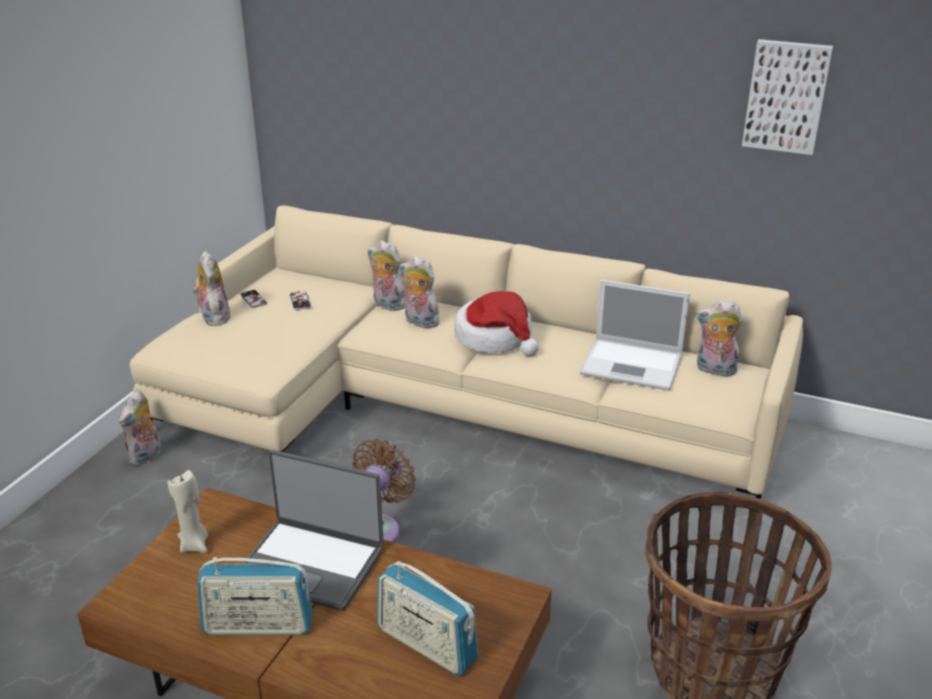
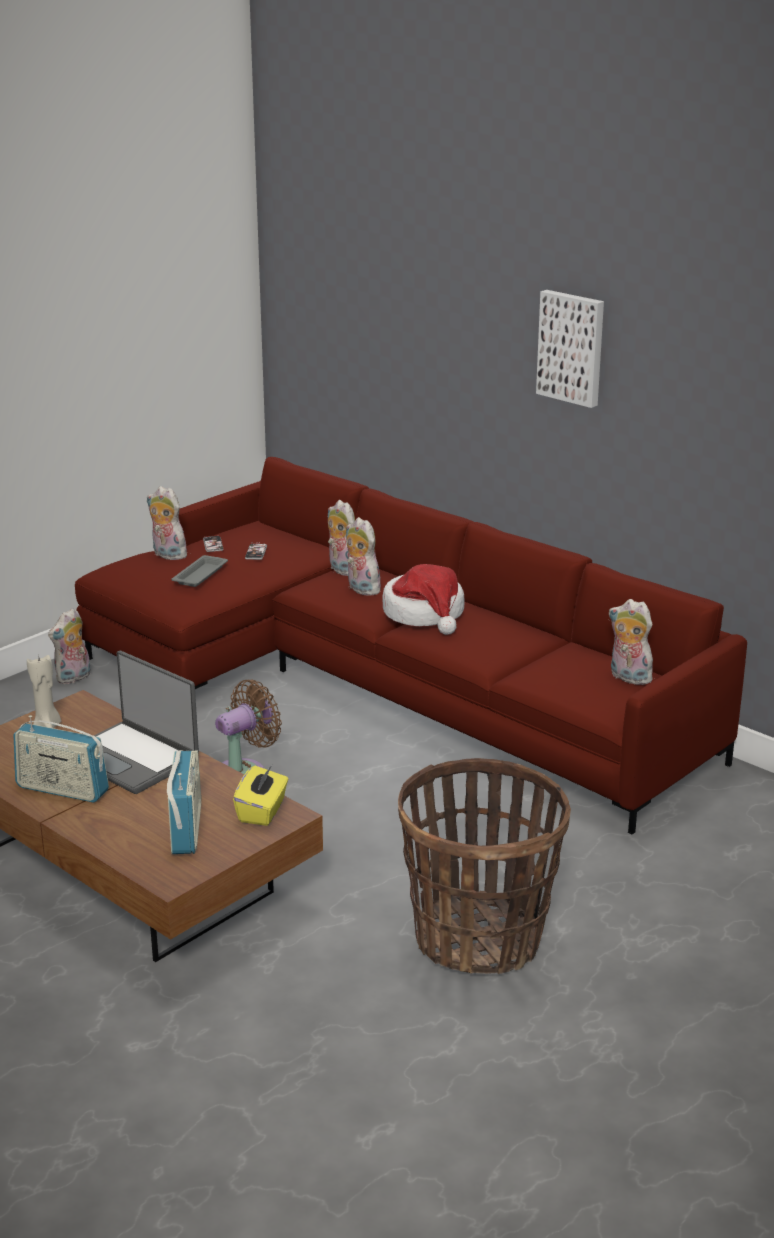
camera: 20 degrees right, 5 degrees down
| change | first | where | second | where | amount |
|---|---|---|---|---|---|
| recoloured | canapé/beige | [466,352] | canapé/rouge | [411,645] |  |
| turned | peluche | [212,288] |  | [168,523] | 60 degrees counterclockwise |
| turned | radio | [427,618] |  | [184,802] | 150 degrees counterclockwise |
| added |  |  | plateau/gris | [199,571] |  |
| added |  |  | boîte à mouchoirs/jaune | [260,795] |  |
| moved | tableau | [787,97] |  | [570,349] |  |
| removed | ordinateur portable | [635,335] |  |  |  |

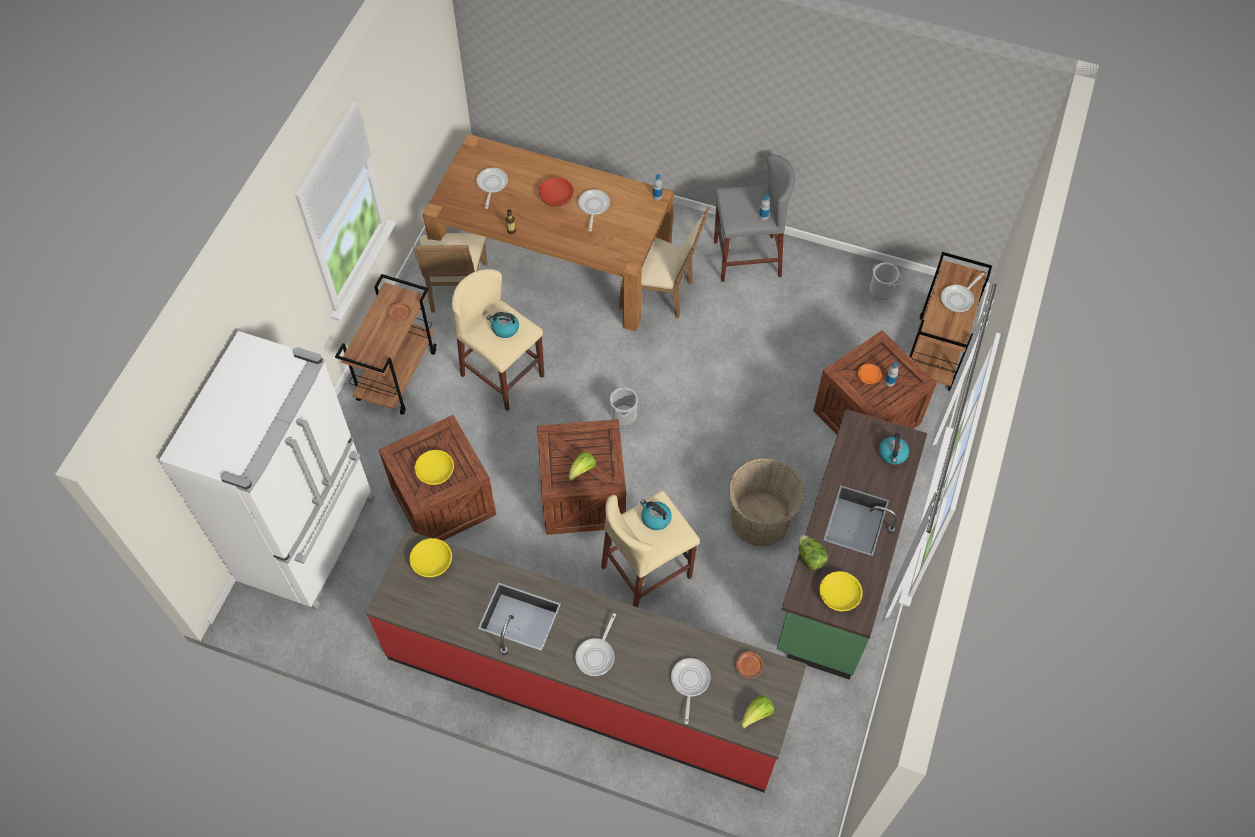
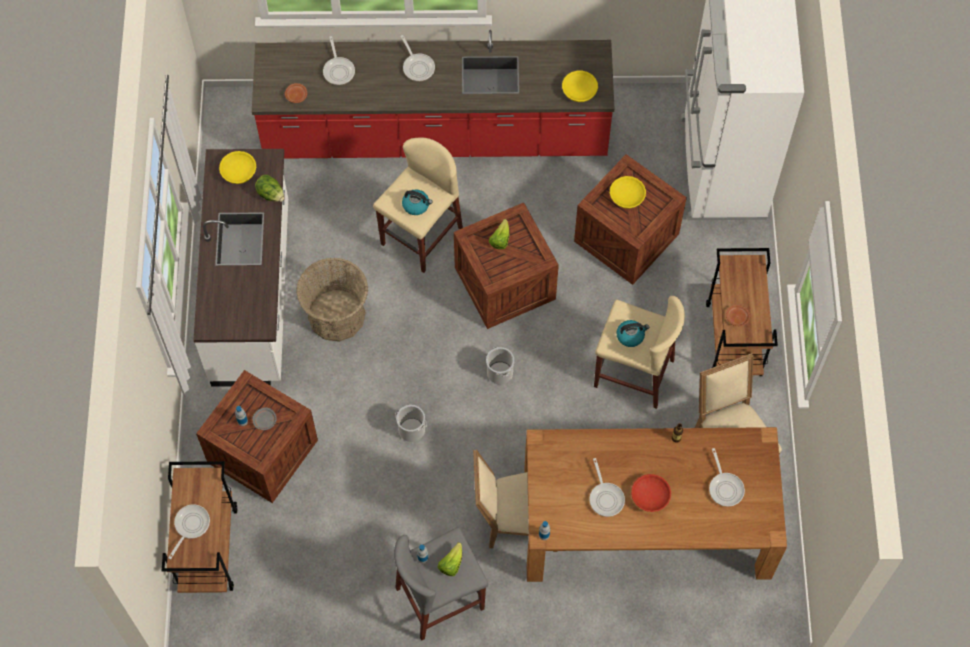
camera: 160 degrees right, 5 degrees up
| change | first | where | second | where | amount |
|---|---|---|---|---|---|
| recoloured | comptoir de cuisine/vert | [852,544] | comptoir de cuisine/blanc | [240,268] |  |
| recoloured | assiette/orange | [869,374] | assiette/gris | [264,418] |  |
| moved | seau | [885,281] |  | [411,423] |  |
| turned | poêle | [595,644] |  | [418,58] | 150 degrees clockwise |
| moved | laitue | [757,712] |  | [450,559] |  |
| removed | bouilloire | [894,449] |  |  |  |

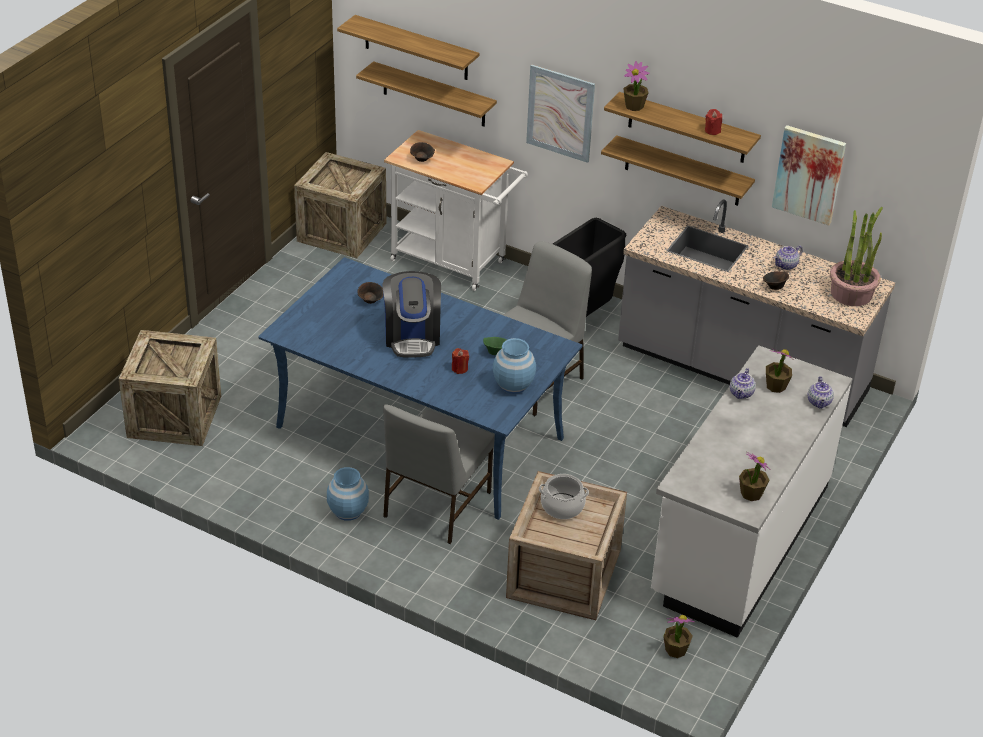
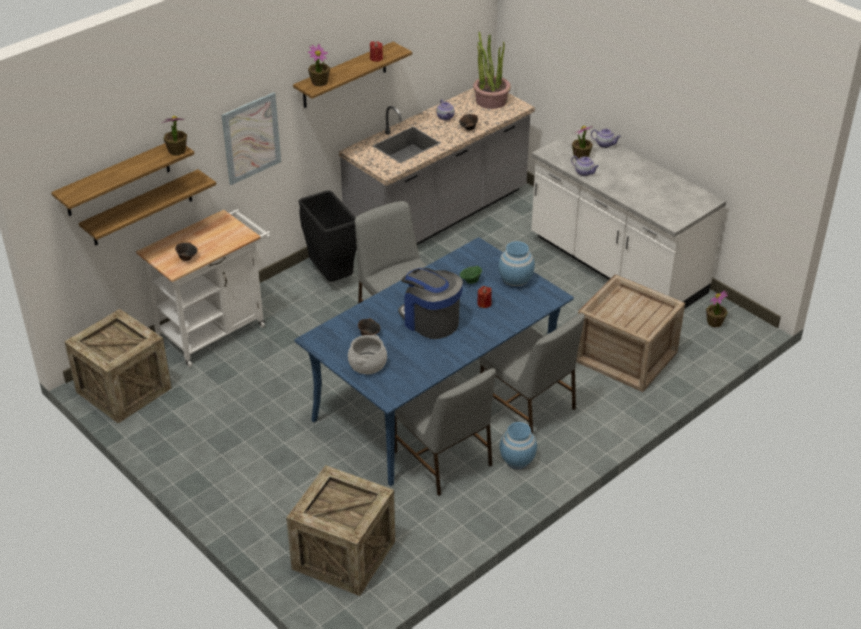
camera: 70 degrees left, 0 degrees up
| change | first | where | second | where | amount |
|---|---|---|---|---|---|
| moved | plante en pot | [755,476] |  | [175,136] |  |
| moved | marmite | [564,496] |  | [367,354] |  |
| added |  |  | chaise/gris | [445,432] |  |
| turned | machine à café | [411,314] |  | [430,303] | 150 degrees counterclockwise |
| removed | étagère | [678,170] |  |  |  |
| removed | tableau | [809,175] |  |  |  |

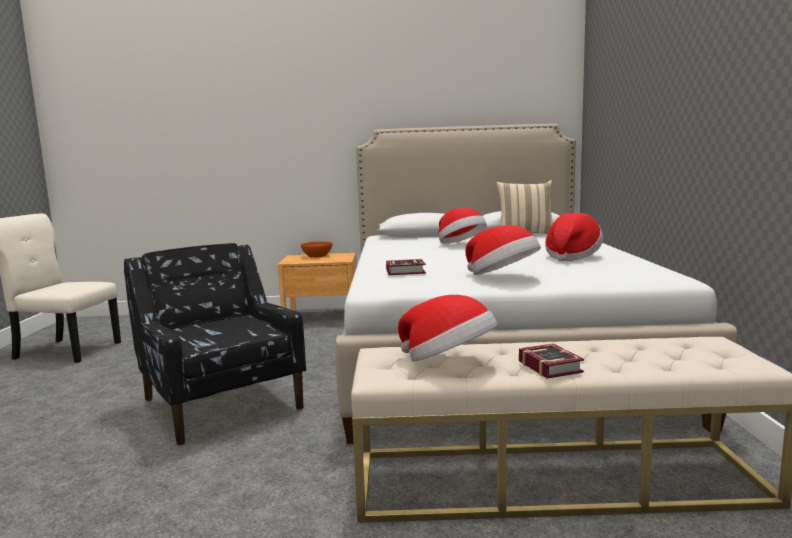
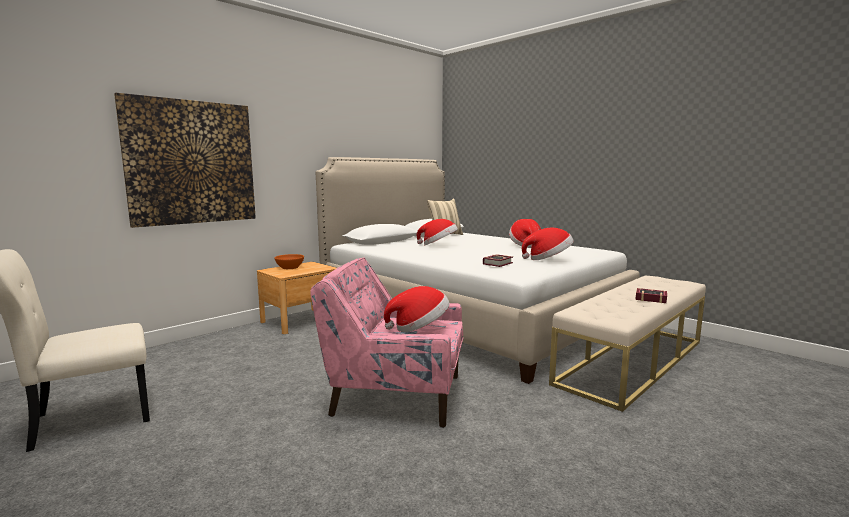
camera: 45 degrees left, 0 degrees up
| change | first | where | second | where | amount |
|---|---|---|---|---|---|
| added |  |  | tableau | [185,160] |  |
| recoloured | fauteuil/noir | [215,344] | fauteuil/rose | [386,342] |  |
| moved | chapeau | [447,328] |  | [417,309] |  |

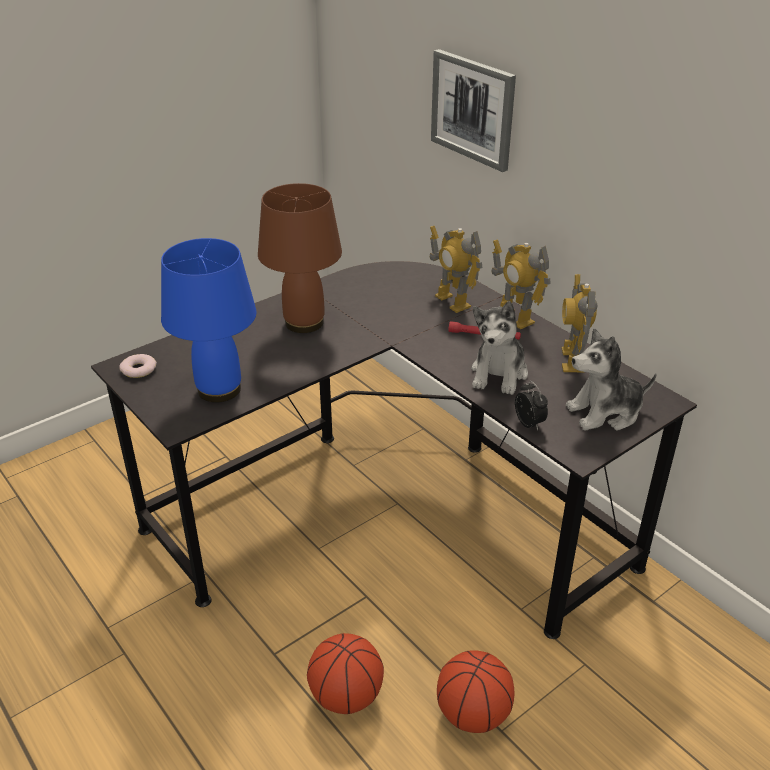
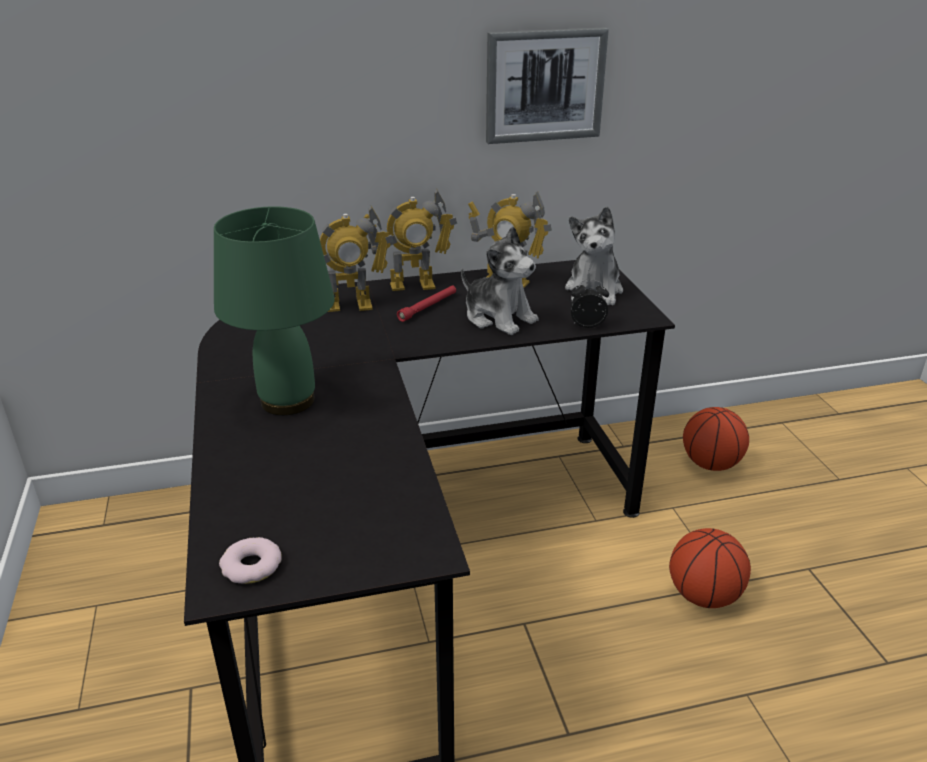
camera: 65 degrees left, 5 degrees down
| change | first | where | second | where | amount |
|---|---|---|---|---|---|
| recoloured | lampe de table/marron | [300,258] | lampe de table/vert | [274,310] |  |
| moved | tableau | [473,110] |  | [547,85] |  |
| moved | ballon de basket | [345,673] |  | [716,439] |  |
| removed | lampe de table/bleu | [209,320] |  |  |  |

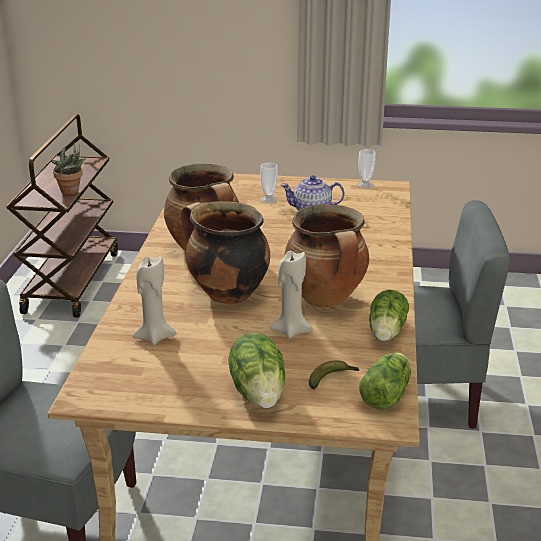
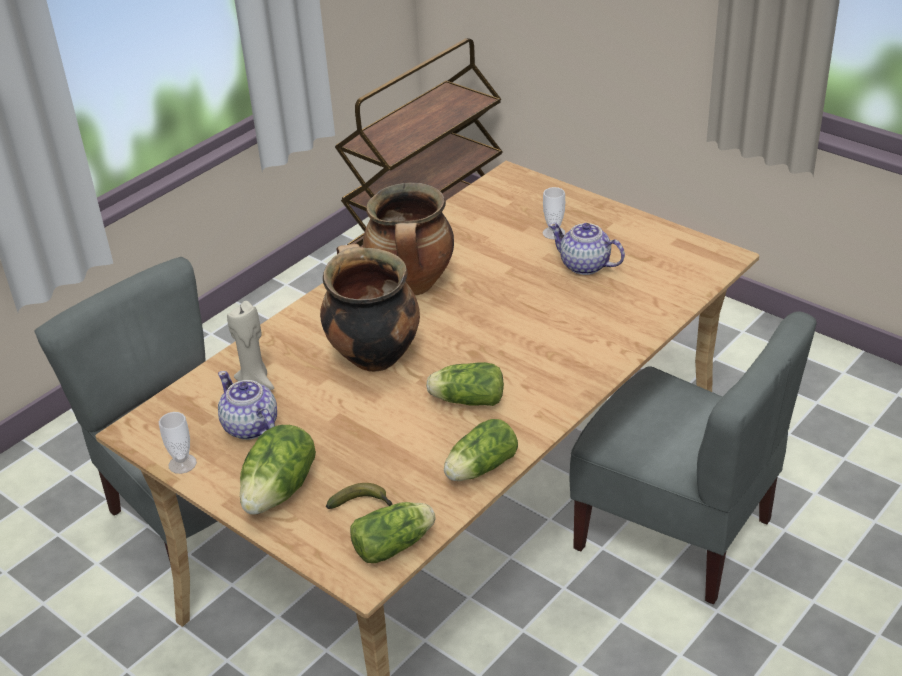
camera: 35 degrees right, 10 degrees up
| change | first | where | second | where | amount |
|---|---|---|---|---|---|
| moved | tasse | [366,169] |  | [178,443] |  |
| added |  |  | théière | [247,405] |  |
| replaced | marmite | [326,256] | laitue | [465,384] |  |
| removed | plante en pot | [69,168] |  |  |  |
| removed | bougie/beige | [291,295] |  |  |  |

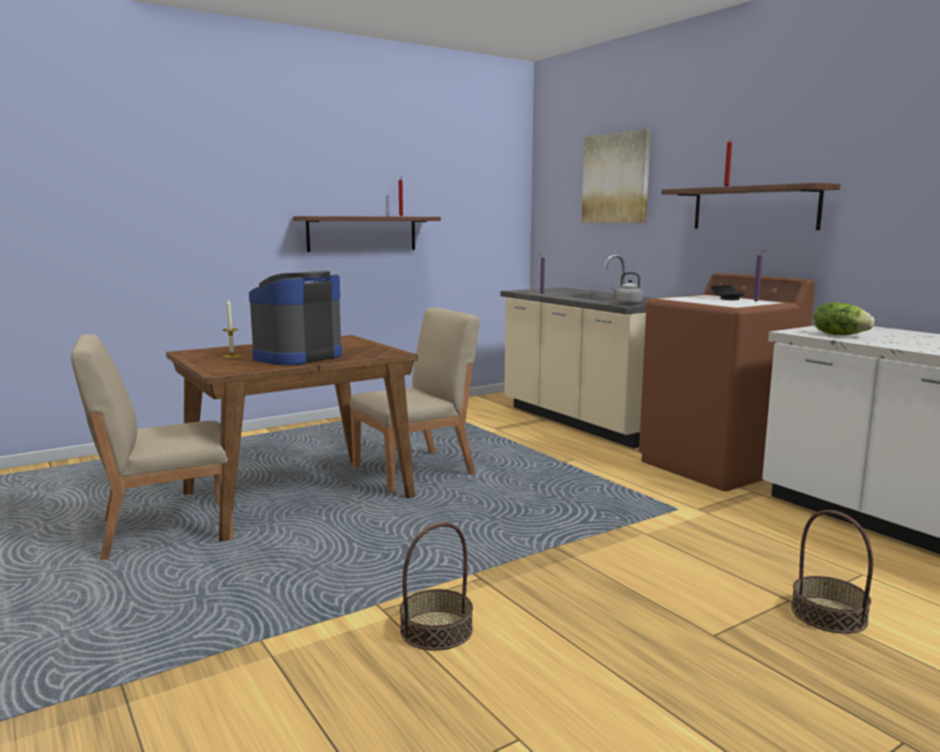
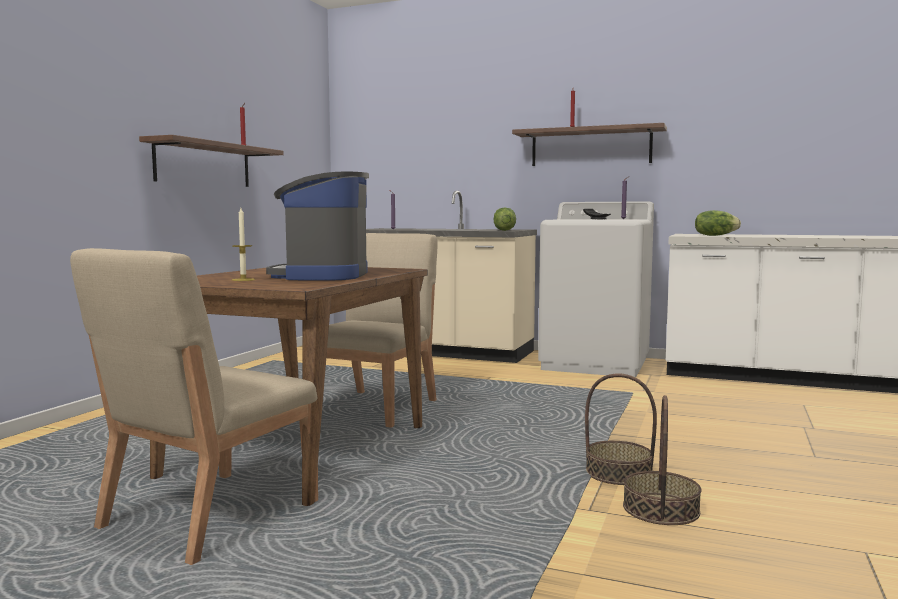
camera: 35 degrees left, 5 degrees down
| change | first | where | second | where | amount |
|---|---|---|---|---|---|
| replaced | bouilloire/gris | [627,289] | laitue | [505,219] |  |
| recoloured | lave-linge/marron | [727,382] | lave-linge/blanc | [596,289] |  |
| moved | panier | [832,572] |  | [621,429] |  |
| removed | tableau | [616,176] |  |  |  |

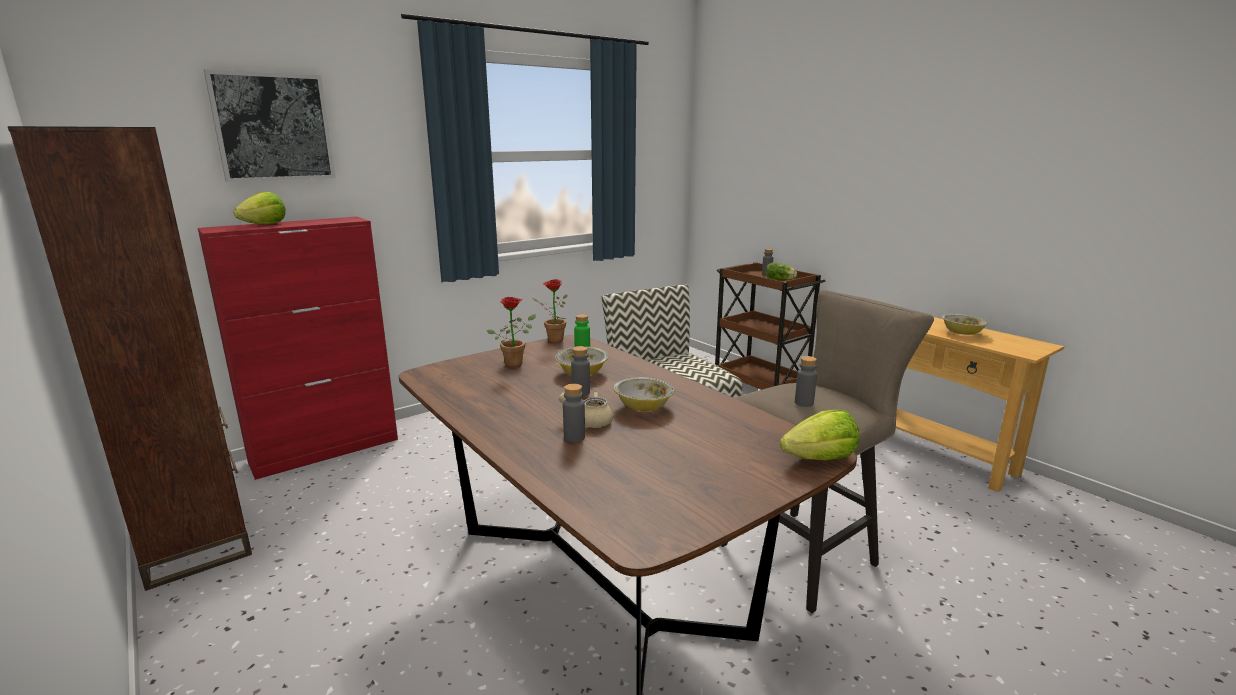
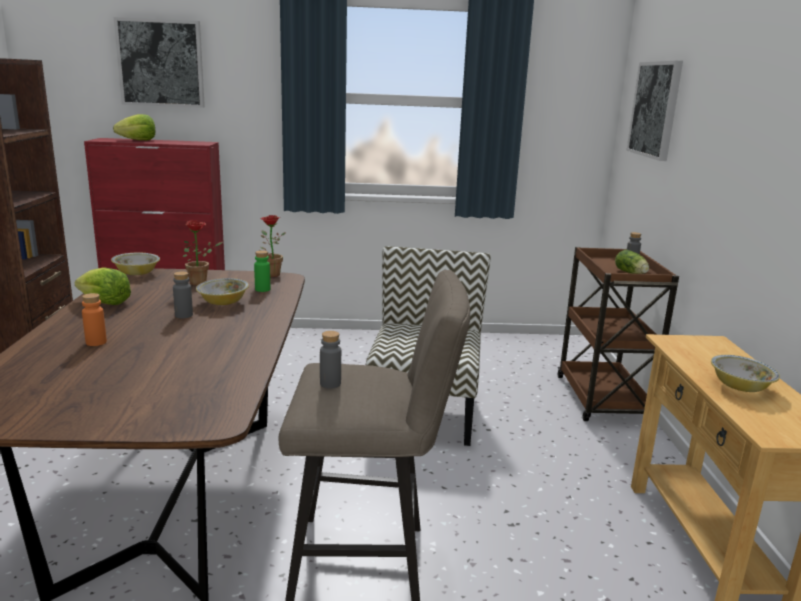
camera: 35 degrees right, 0 degrees up
| change | first | where | second | where | amount |
|---|---|---|---|---|---|
| moved | laitue | [819,435] |  | [103,286] |  |
| recoloured | bouteille/gris | [574,413] | bouteille/orange | [94,319] |  |
| moved | bol | [644,394] |  | [135,264] |  |
| added |  |  | tableau | [655,111] |  |
| removed | théière/beige | [586,409] |  |  |  |

